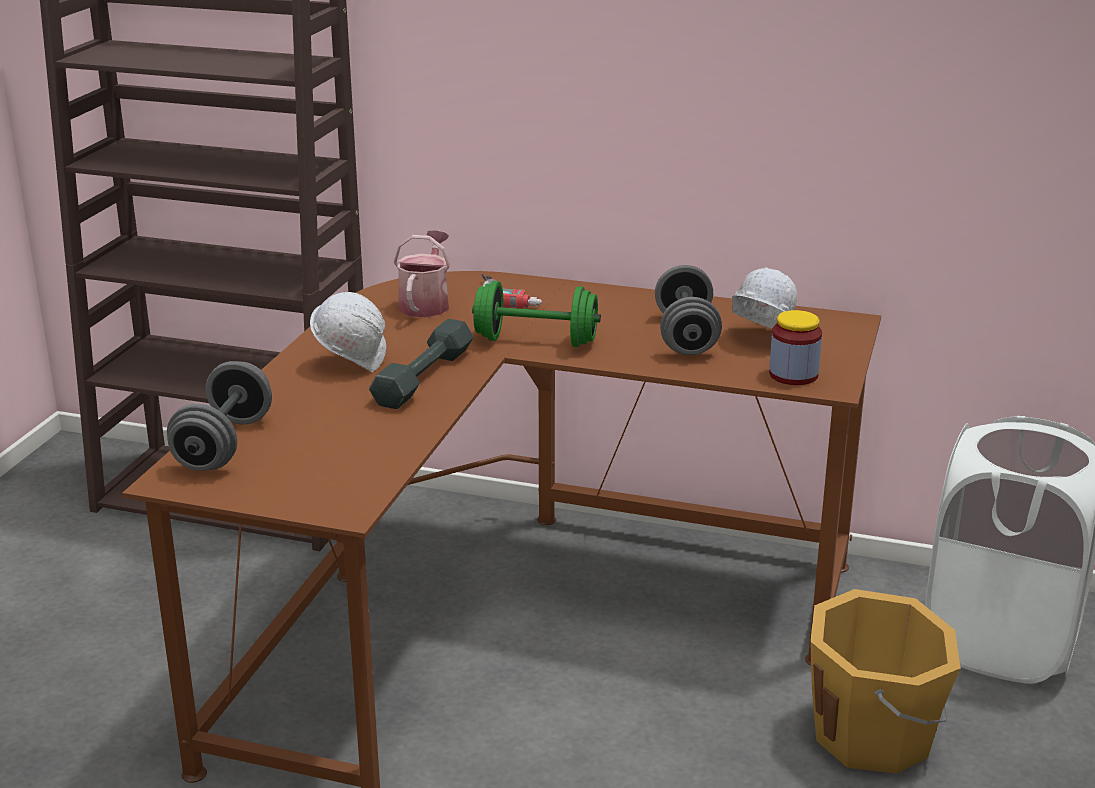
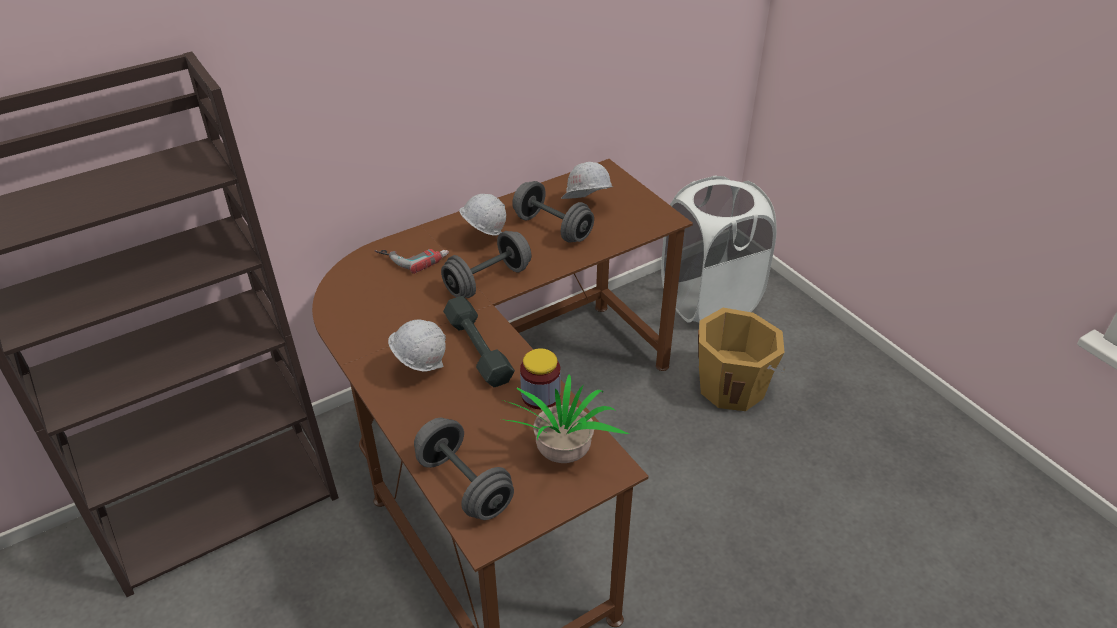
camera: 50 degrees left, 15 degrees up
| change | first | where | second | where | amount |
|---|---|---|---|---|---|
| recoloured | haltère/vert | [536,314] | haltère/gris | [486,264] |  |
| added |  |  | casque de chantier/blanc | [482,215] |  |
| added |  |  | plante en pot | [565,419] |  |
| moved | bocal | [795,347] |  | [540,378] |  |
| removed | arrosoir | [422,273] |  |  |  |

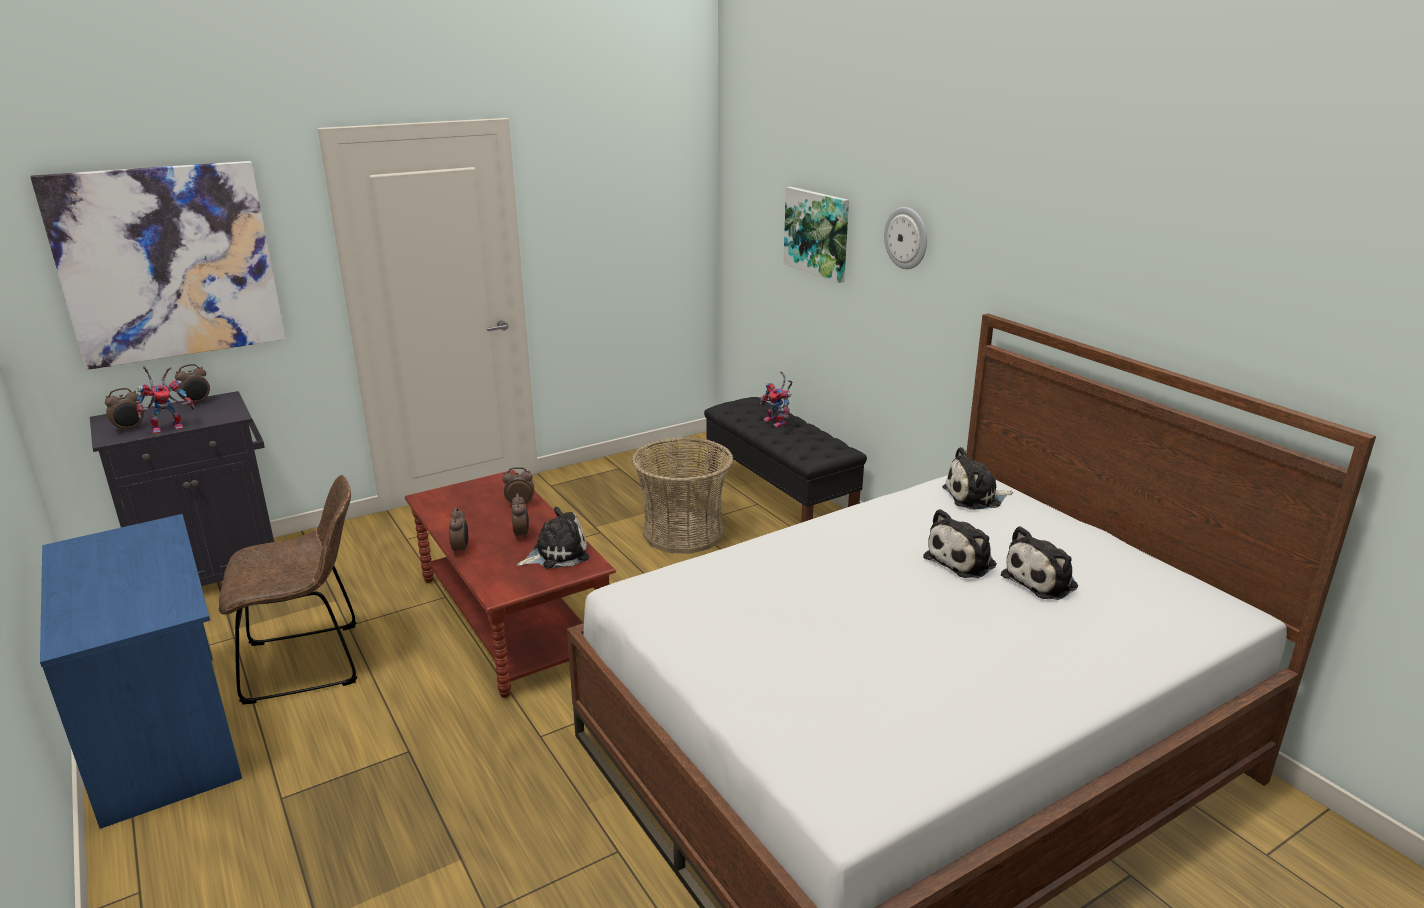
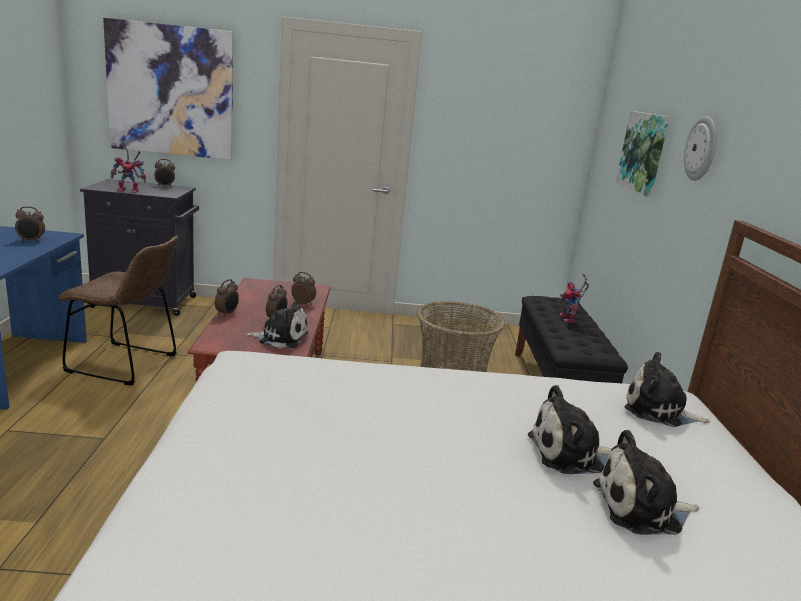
camera: 30 degrees right, 5 degrees down
| change | first | where | second | where | amount |
|---|---|---|---|---|---|
| moved | réveil | [124,410] |  | [30,224] |  |

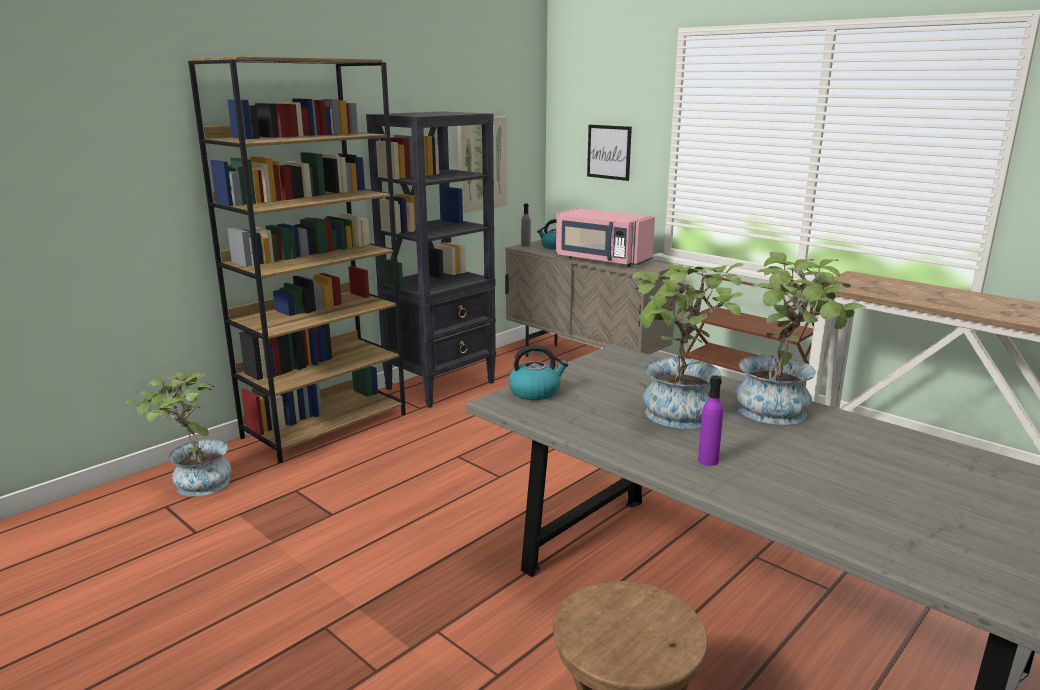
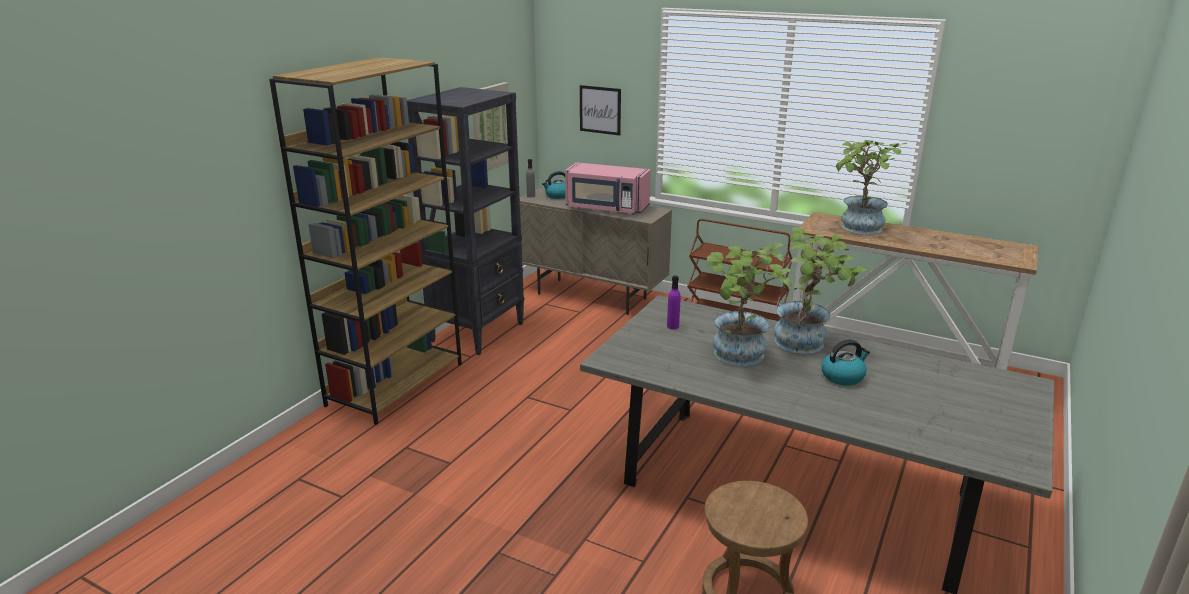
camera: 15 degrees left, 5 degrees up
| change | first | where | second | where | amount |
|---|---|---|---|---|---|
| moved | bouteille/violet | [710,420] |  | [674,302] |  |
| moved | bouilloire | [538,372] |  | [845,362] |  |
| moved | plante en pot | [178,434] |  | [871,187] |  |

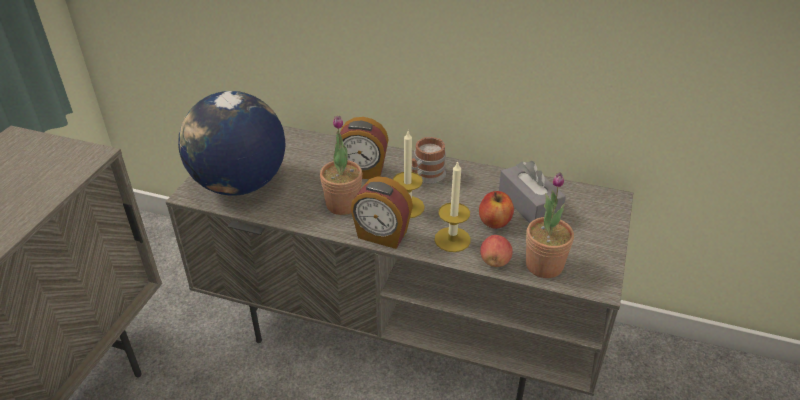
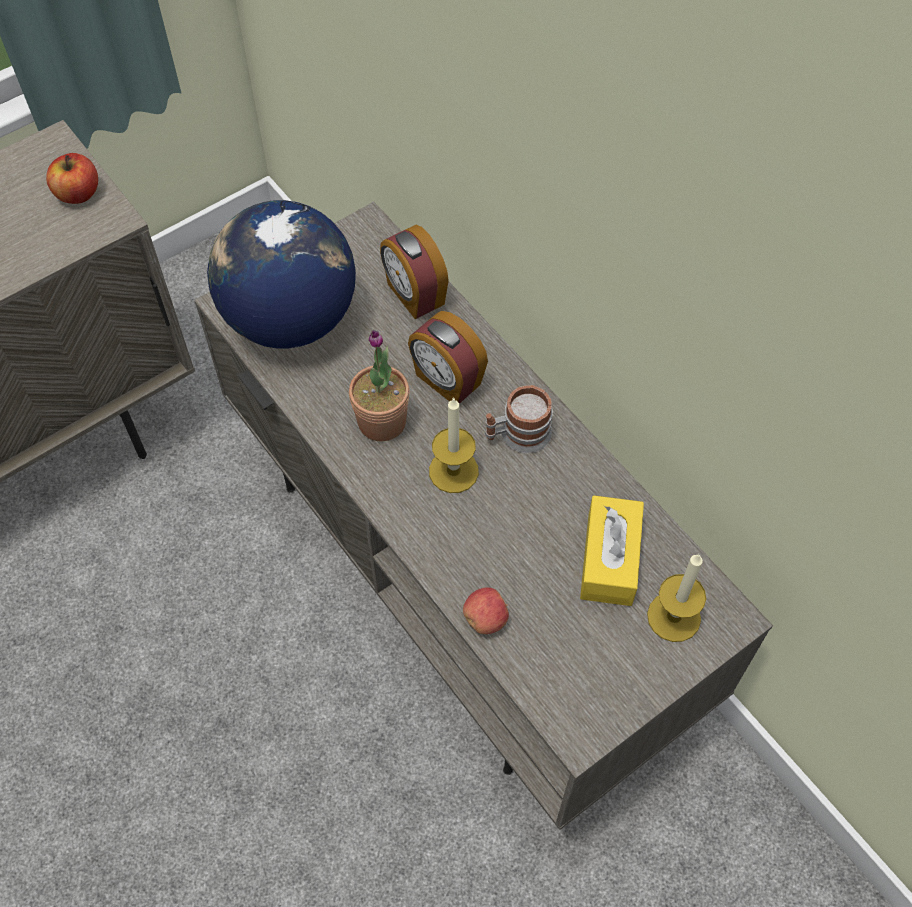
camera: 35 degrees right, 20 degrees up
| change | first | where | second | where | amount |
|---|---|---|---|---|---|
| moved | pomme | [496,210] |  | [72,178] |  |
| moved | réveil | [381,212] |  | [414,272] |  |
| recoloured | boîte à mouchoirs/gris | [532,192] | boîte à mouchoirs/jaune | [612,550] |  |
| moved | bougie | [453,206] |  | [676,598] |  |
| removed | plante en pot | [550,225] |  |  |  |

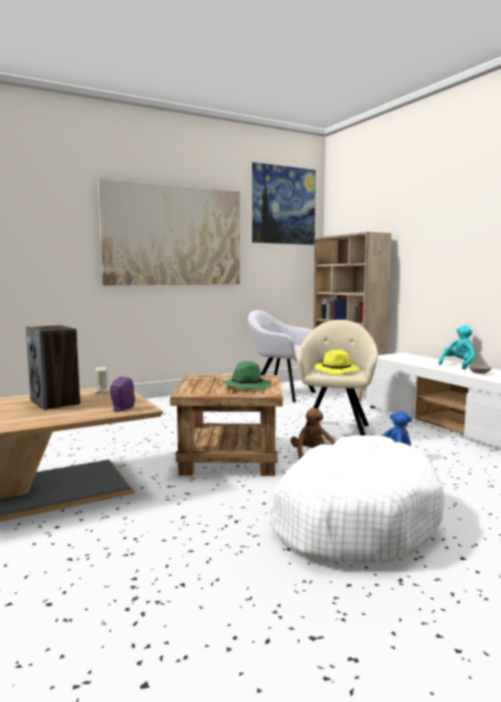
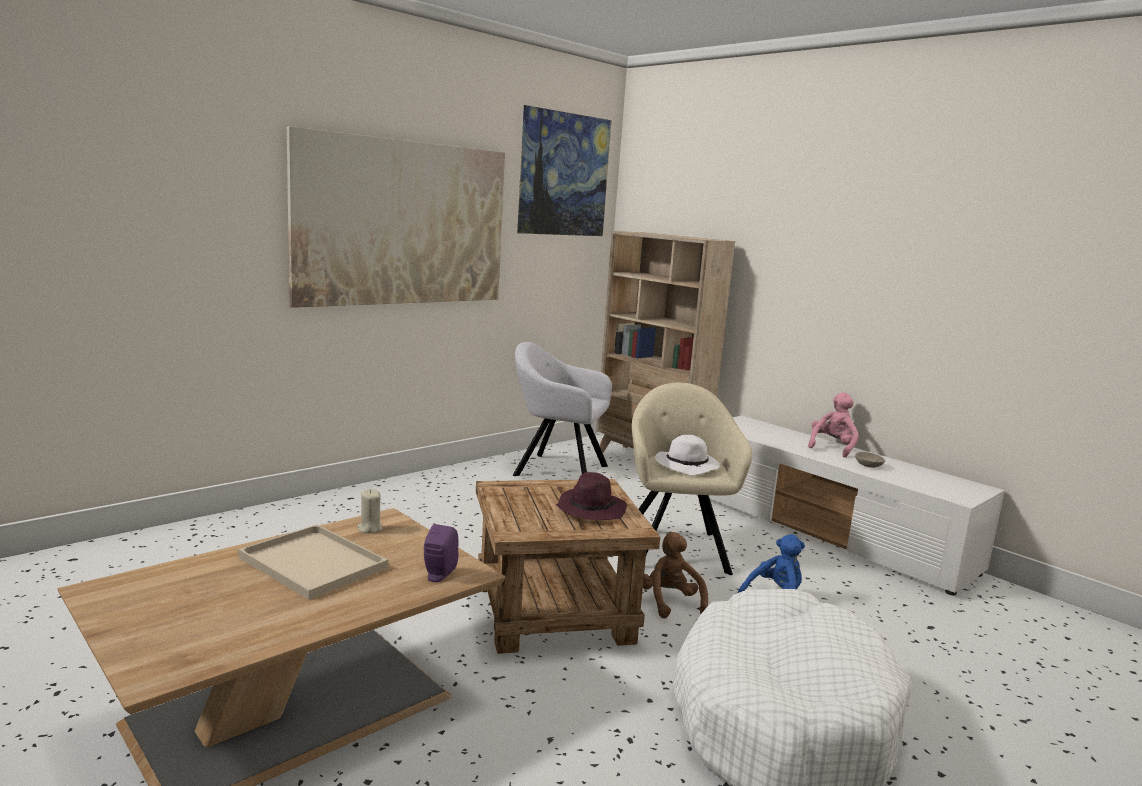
camera: 15 degrees left, 5 degrees up
| change | first | where | second | where | amount |
|---|---|---|---|---|---|
| replaced | enceinte | [53,367] | plateau/beige | [313,562] |  |
| recoloured | chapeau/vert | [247,375] | chapeau/violet | [591,496] |  |
| recoloured | chapeau/jaune | [336,362] | chapeau/blanc | [687,455] |  |
| recoloured | peluche/turquoise | [457,347] | peluche/rose | [833,425] |  |

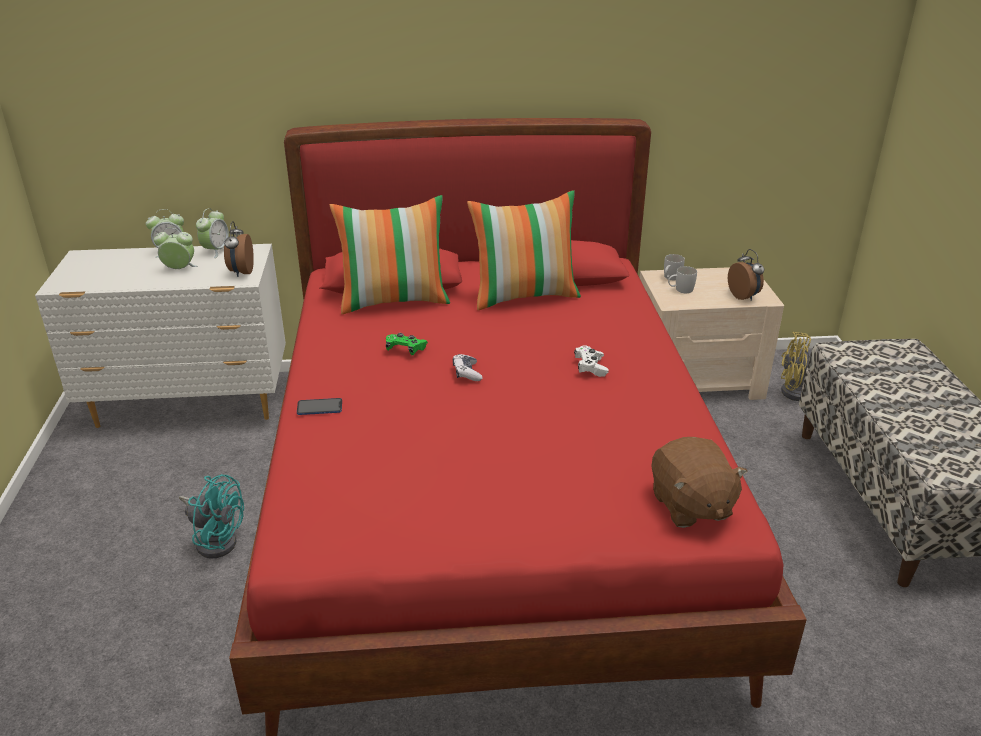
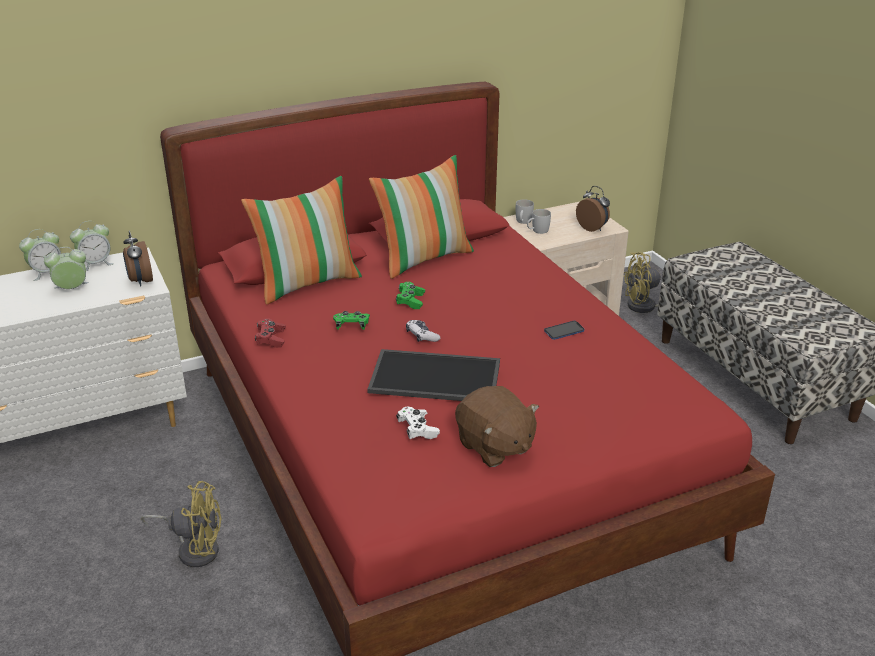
camera: 20 degrees left, 0 degrees up
| change | first | where | second | where | amount |
|---|---|---|---|---|---|
| turned | réveil | [212,233] |  | [92,246] | 60 degrees clockwise |
| recoloured | ventilateur/turquoise | [211,516] | ventilateur/jaune | [181,524] |  |
| added |  |  | manette/rouge | [270,333] |  |
| added |  |  | plateau | [433,375] |  |
| added |  |  | manette/vert | [410,295] |  |
| moved | manette/blanc | [591,361] |  | [418,423] |  |
| moved | peluche/marron | [699,482] |  | [497,426] |  |
| moved | téléphone | [319,406] |  | [564,330] |  |

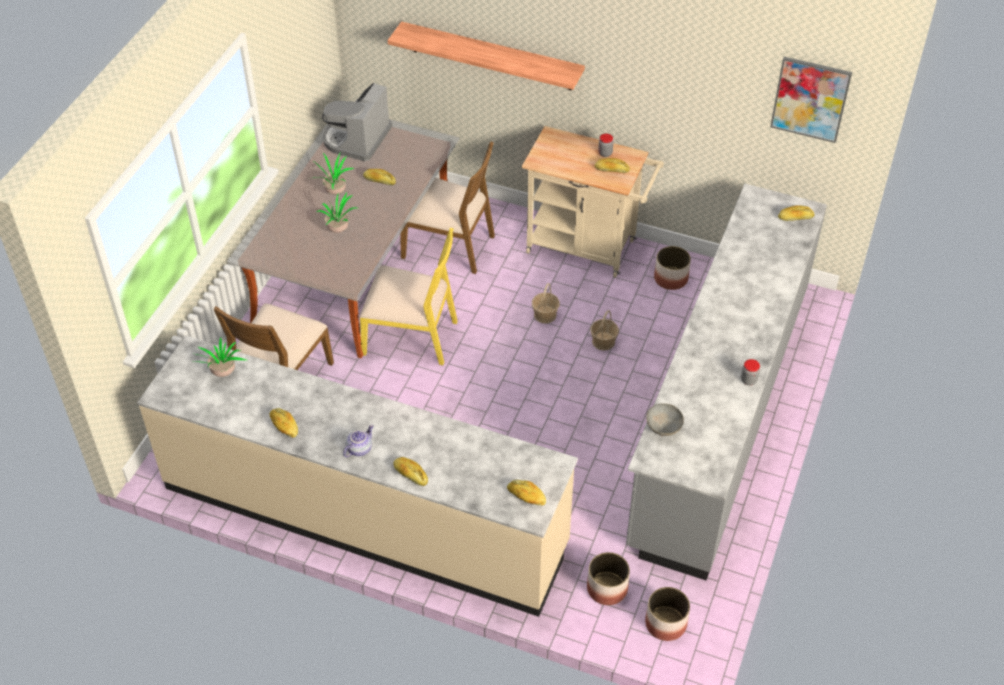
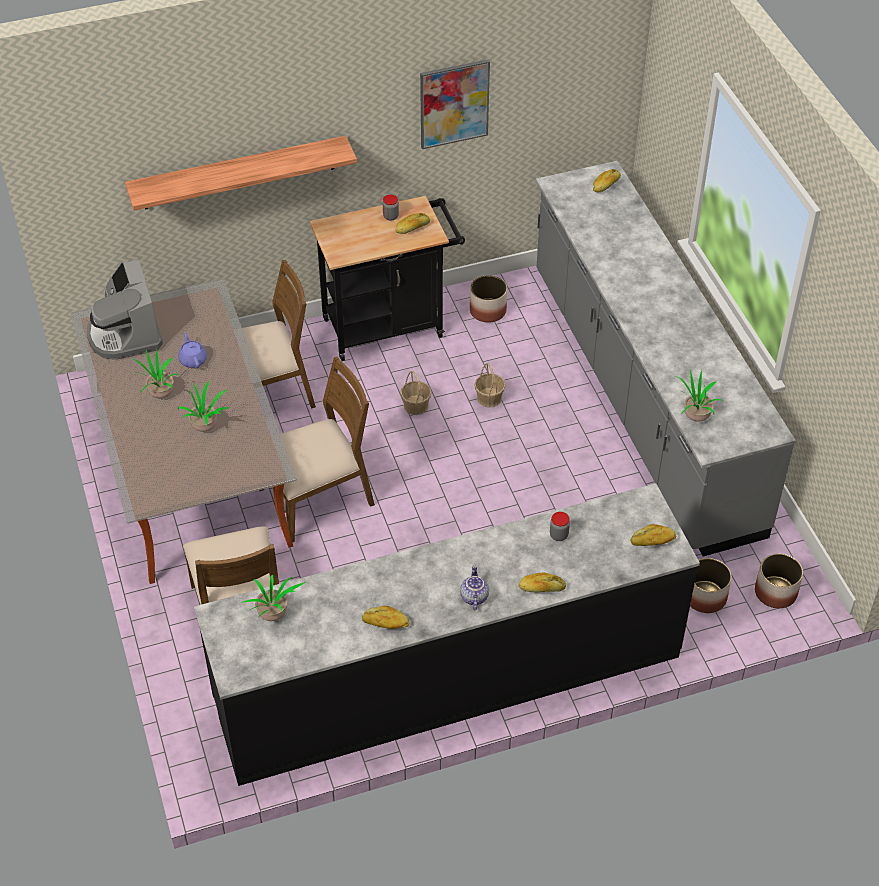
camera: 40 degrees left, 0 degrees up
| change | first | where | second | where | amount |
|---|---|---|---|---|---|
| replaced | pain | [379,177] | théière/violet | [192,350] |  |
| recoloured | comptoir de cuisine/beige | [357,476] | comptoir de cuisine/noir | [447,634] |  |
| recoloured | chaise/jaune | [409,296] | chaise/marron | [317,450] |  |
| recoloured | chariot/beige | [593,202] | chariot/noir | [387,278] |  |
| moved | tableau | [811,100] |  | [455,104] |  |
| moved | bocal | [750,372] |  | [560,526] |  |
| replaced | bol/gris | [665,419] | plante en pot | [699,395] |  |

